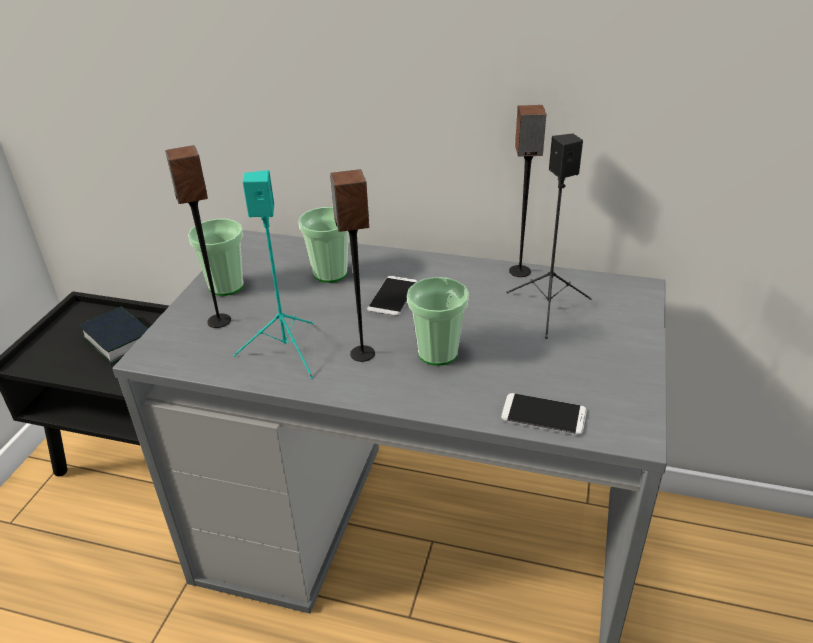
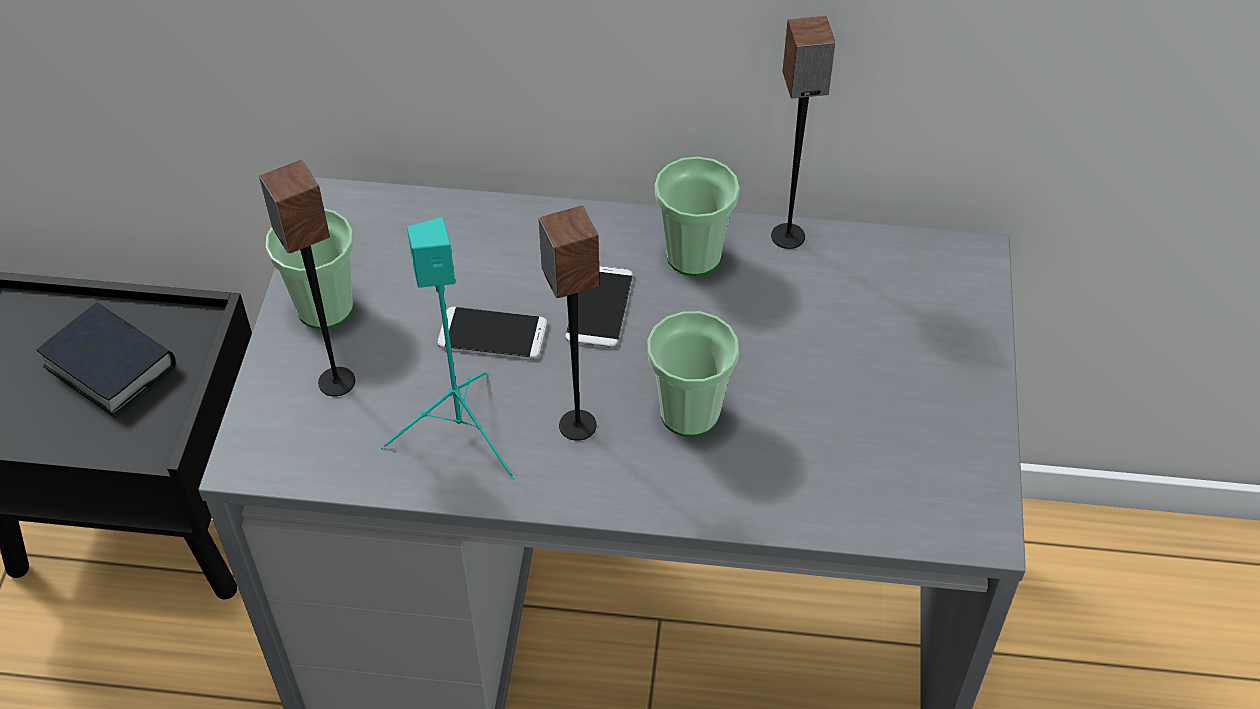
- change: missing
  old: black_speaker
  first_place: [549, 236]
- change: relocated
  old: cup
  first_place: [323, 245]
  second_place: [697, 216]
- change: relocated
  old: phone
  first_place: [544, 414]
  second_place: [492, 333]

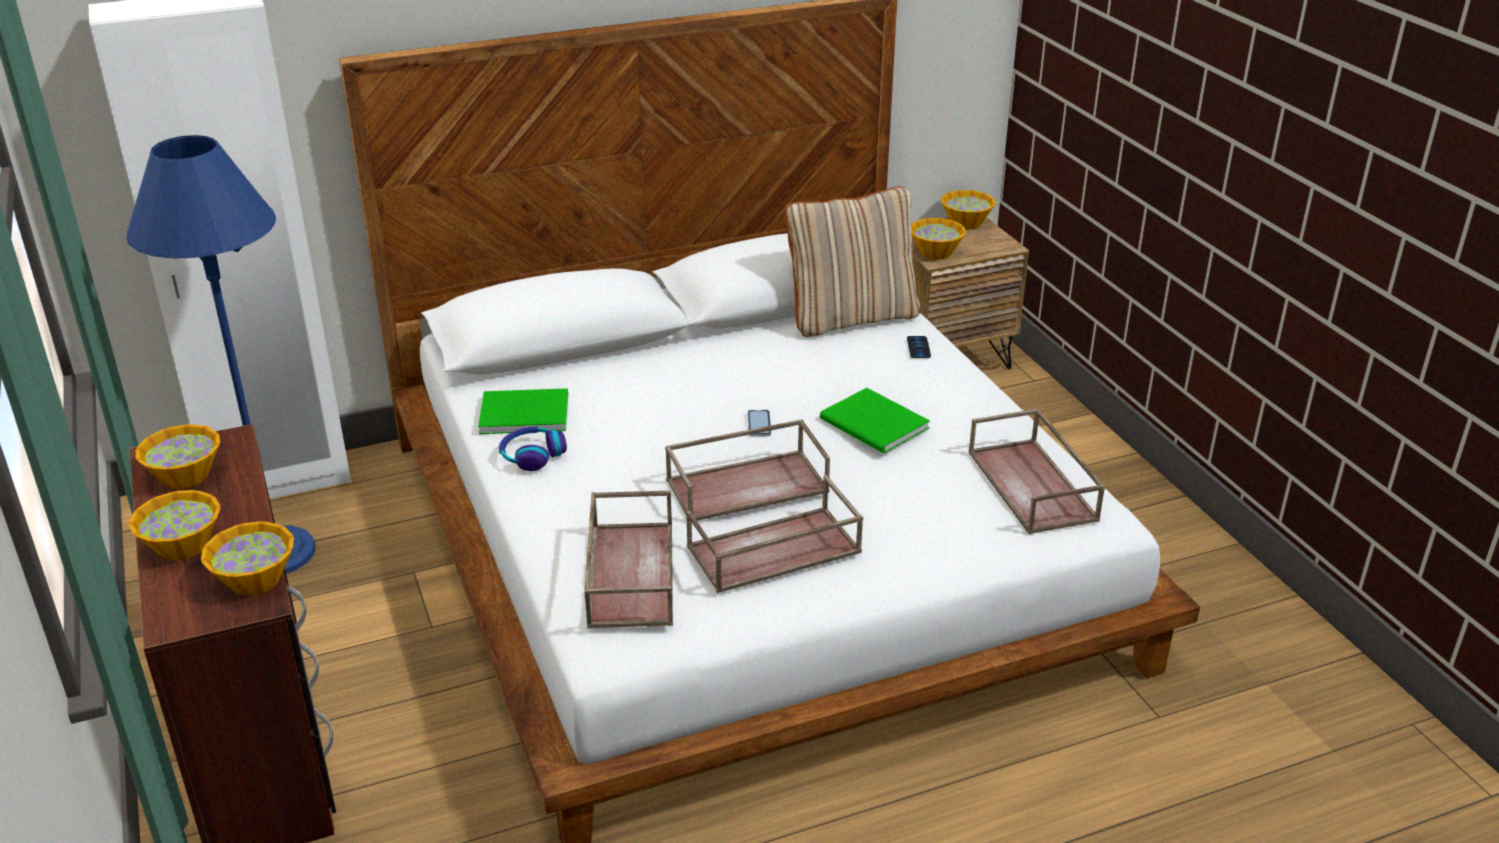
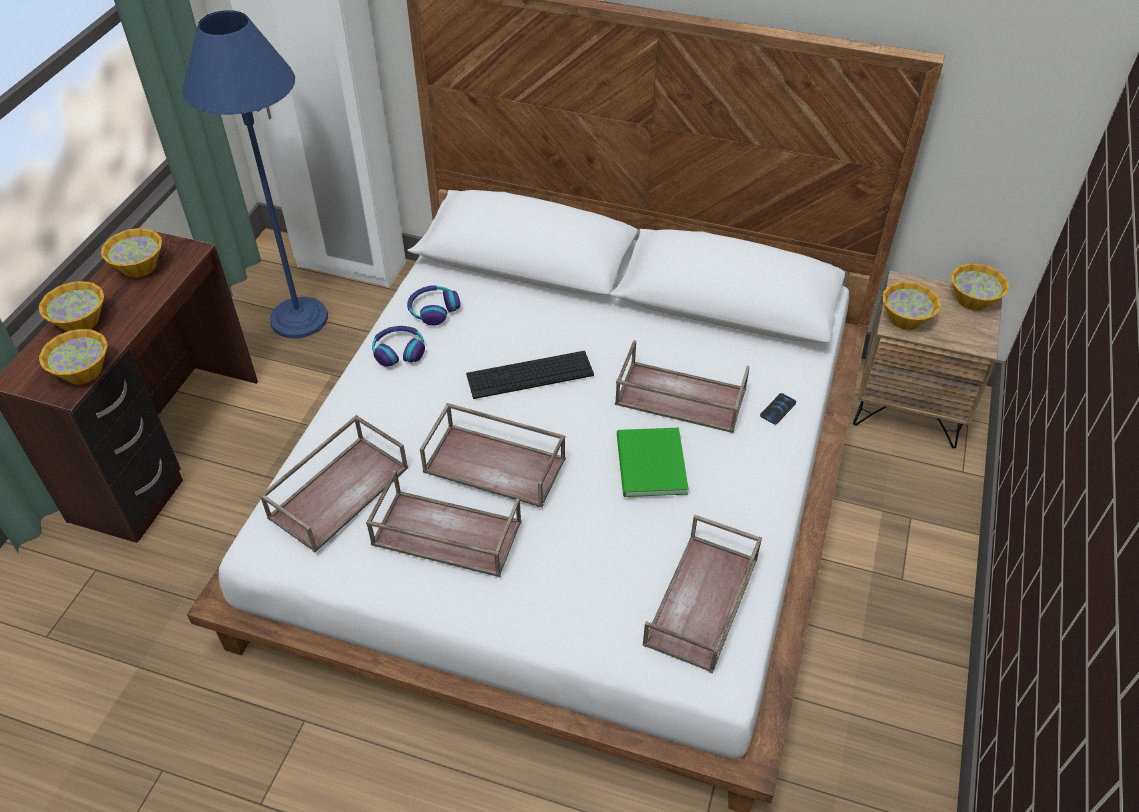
- change: missing
  old: beige_pillow
  first_place: [852, 261]
- change: exchanged
  old: green_book
  new: headphones
  first_place: [523, 411]
  second_place: [433, 305]
- change: missing
  old: phone
  first_place: [759, 423]
- change: appeared
  new: brown_tray
  second_place: [682, 386]
- change: appeared
  new: keyboard
  second_place: [530, 375]

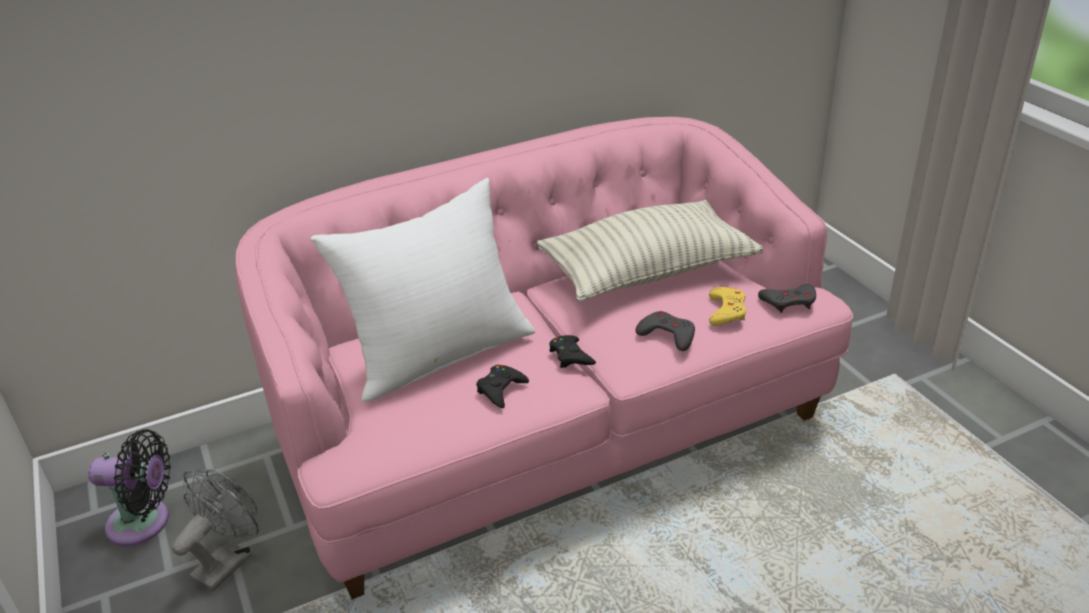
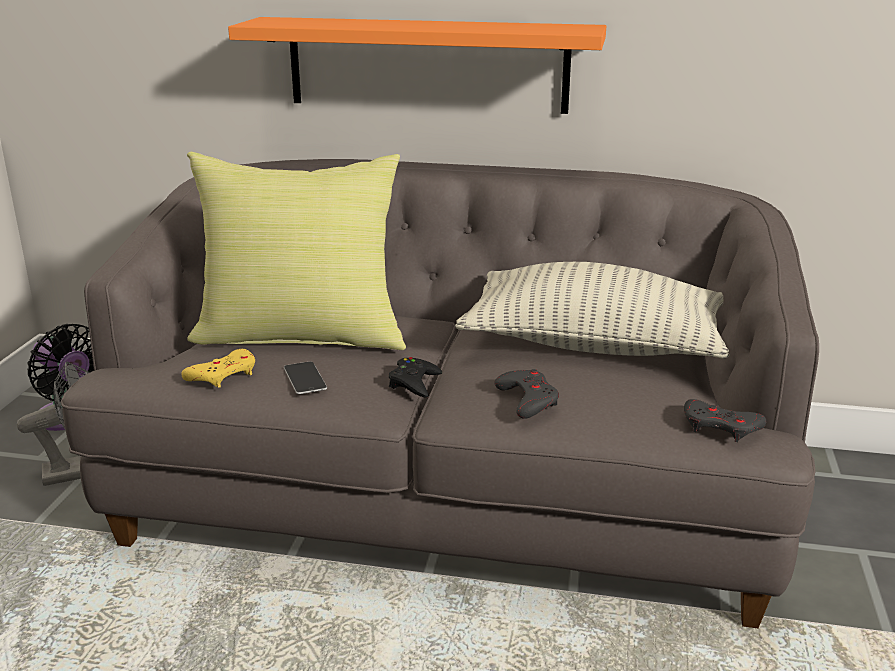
- change: colour
  old: pink_sofa
  new: grey_sofa
  first_place: [544, 358]
  second_place: [439, 393]
- change: colour
  old: white_pillow
  new: yellow_pillow
  first_place: [422, 290]
  second_place: [296, 251]
- change: relocated
  old: yellow_game_controller
  first_place: [727, 306]
  second_place: [218, 368]
- change: exchanged
  old: black_game_controller
  new: phone
  first_place: [502, 386]
  second_place: [305, 377]
- change: appeared
  new: orange_shelf
  second_place: [417, 65]

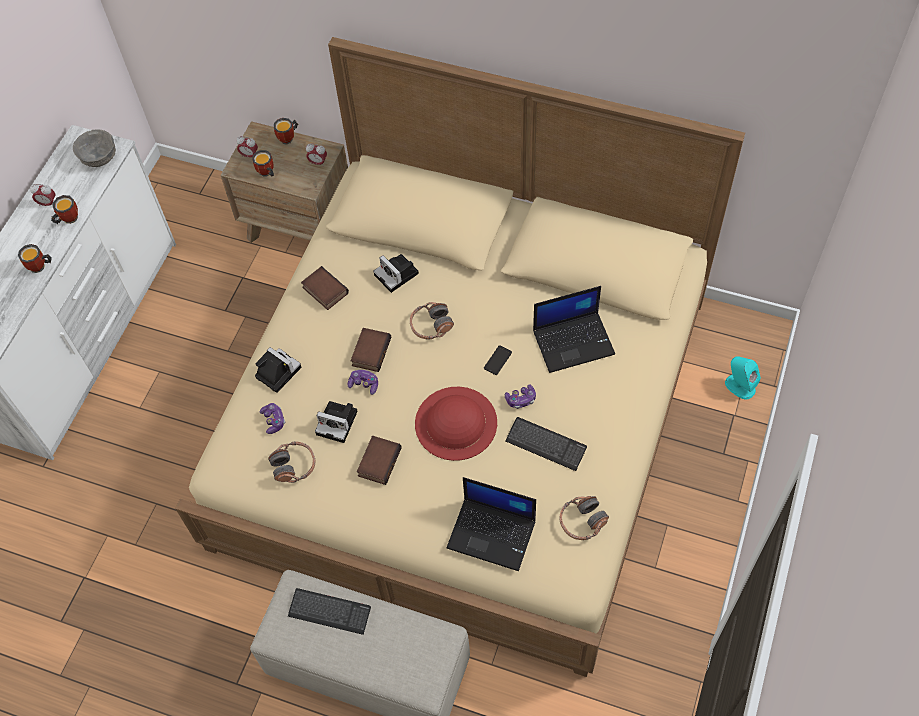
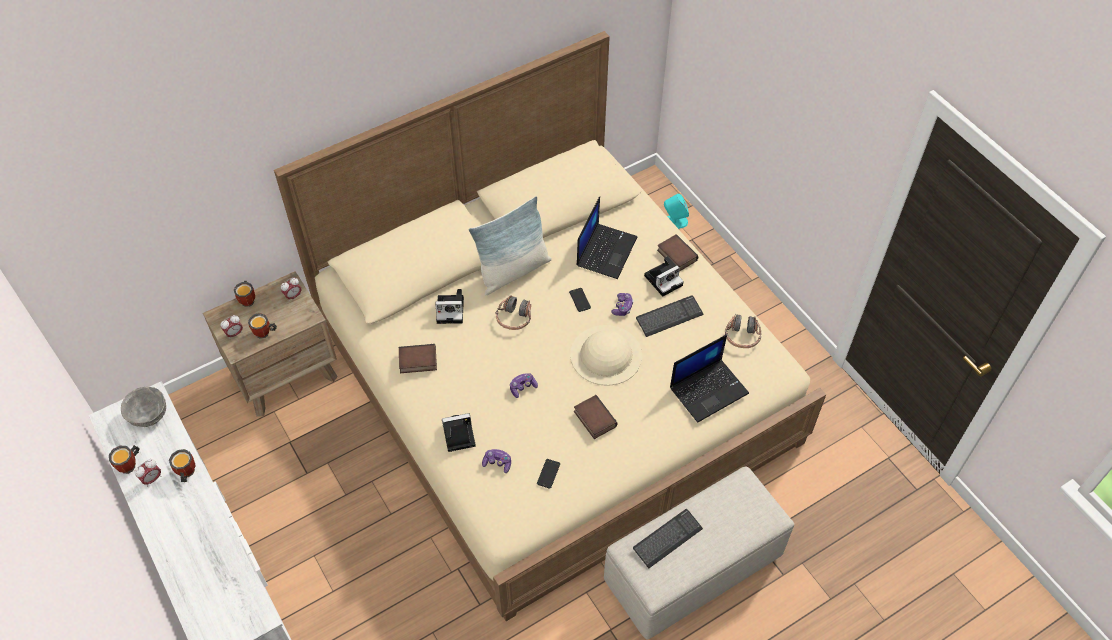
- change: relocated
  old: mug
  first_place: [35, 258]
  second_place: [124, 459]
- change: relocated
  old: book
  first_place: [371, 350]
  second_place: [677, 252]
- change: colour
  old: red_hat
  new: beige_hat
  first_place: [456, 424]
  second_place: [606, 355]
- change: relocated
  old: photo_camera
  first_place: [336, 422]
  second_place: [664, 276]
- change: exchanged
  old: headphones
  new: phone
  first_place: [291, 462]
  second_place: [548, 474]
- change: appeared
  new: pillow
  second_place: [510, 245]

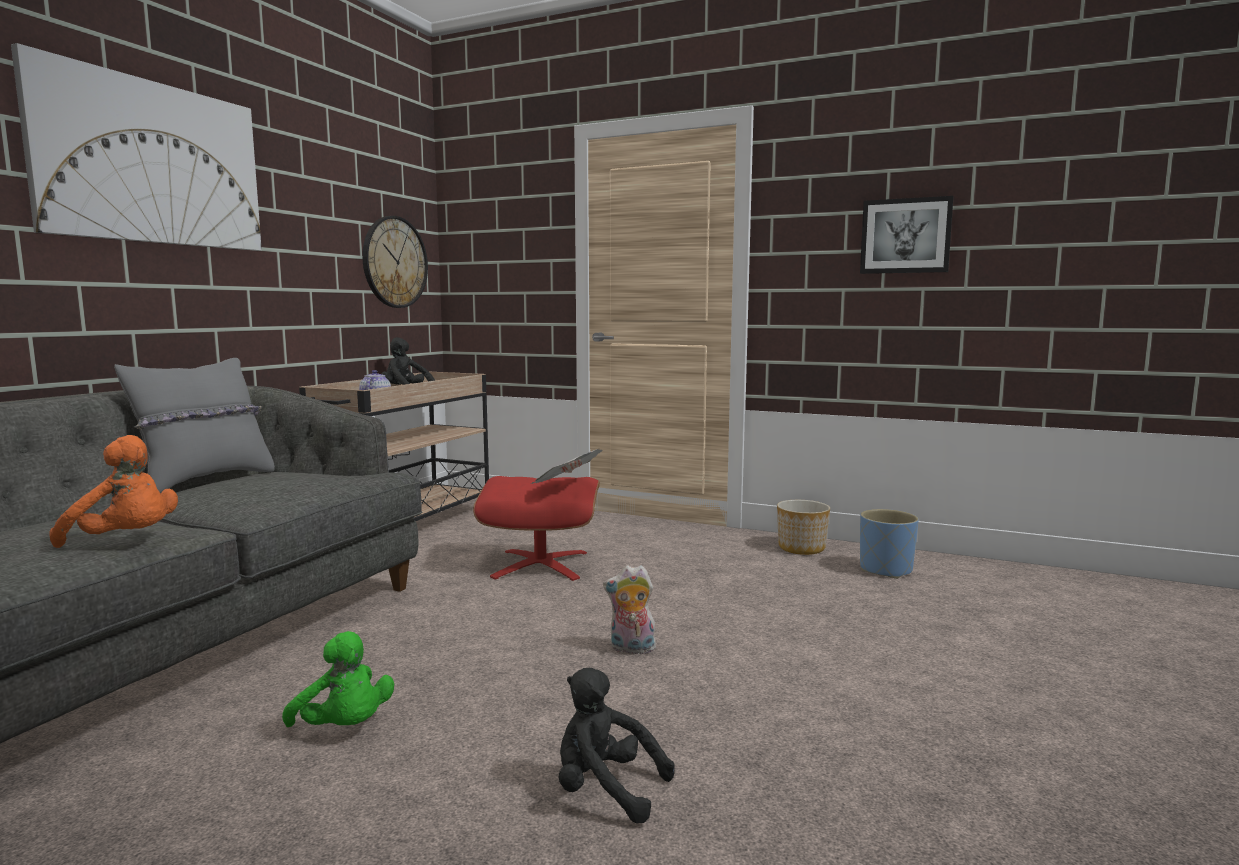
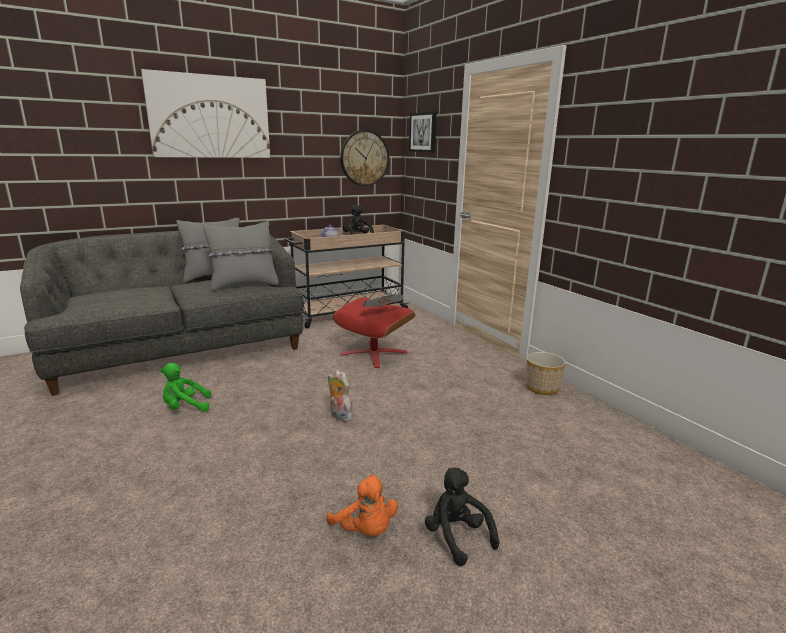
- change: relocated
  old: picture
  first_place: [907, 235]
  second_place: [423, 132]
- change: relocated
  old: orange_plush_toy
  first_place: [113, 491]
  second_place: [362, 505]
- change: missing
  old: blue_planter
  first_place: [889, 544]
- change: spun
  old: green_plush_toy
  first_place: [338, 679]
  second_place: [185, 387]
  degrees: 90
- change: relocated
  old: black_plush_toy
  first_place: [616, 745]
  second_place: [462, 516]
- change: appeared
  new: grey_pillow
  second_place: [241, 256]

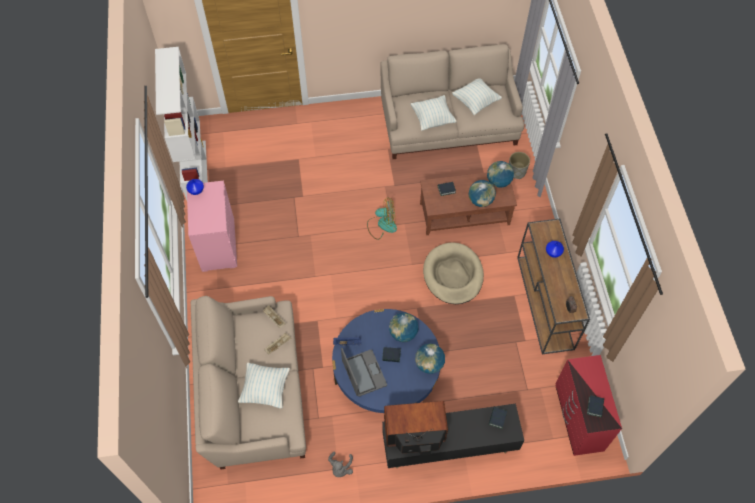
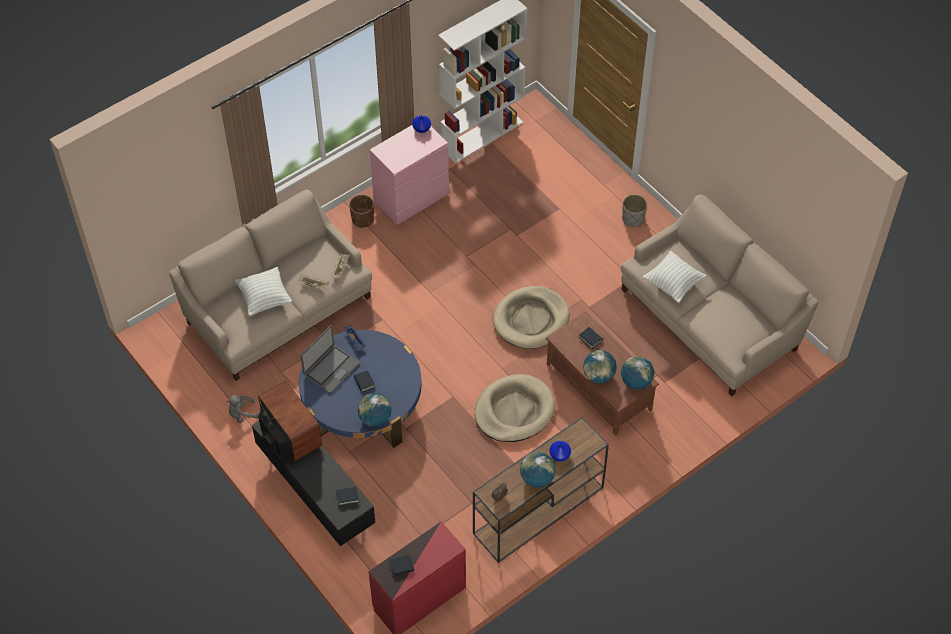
- change: missing
  old: pillow
  first_place: [477, 96]
- change: relocated
  old: grey_planter
  first_place: [519, 165]
  second_place: [634, 210]
- change: exchanged
  old: fan
  new: beige_dog_bed
  first_place: [382, 218]
  second_place: [531, 317]
- change: relocated
  old: globe
  first_place: [403, 327]
  second_place: [538, 470]
- change: appeared
  new: brown_planter
  second_place: [361, 211]

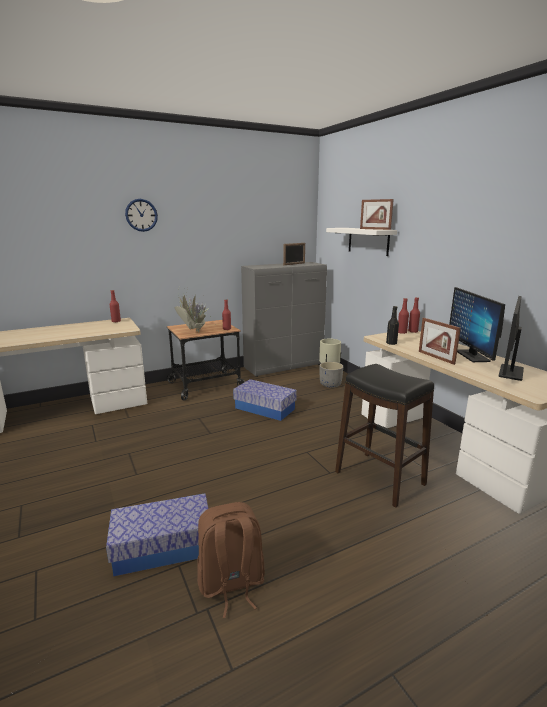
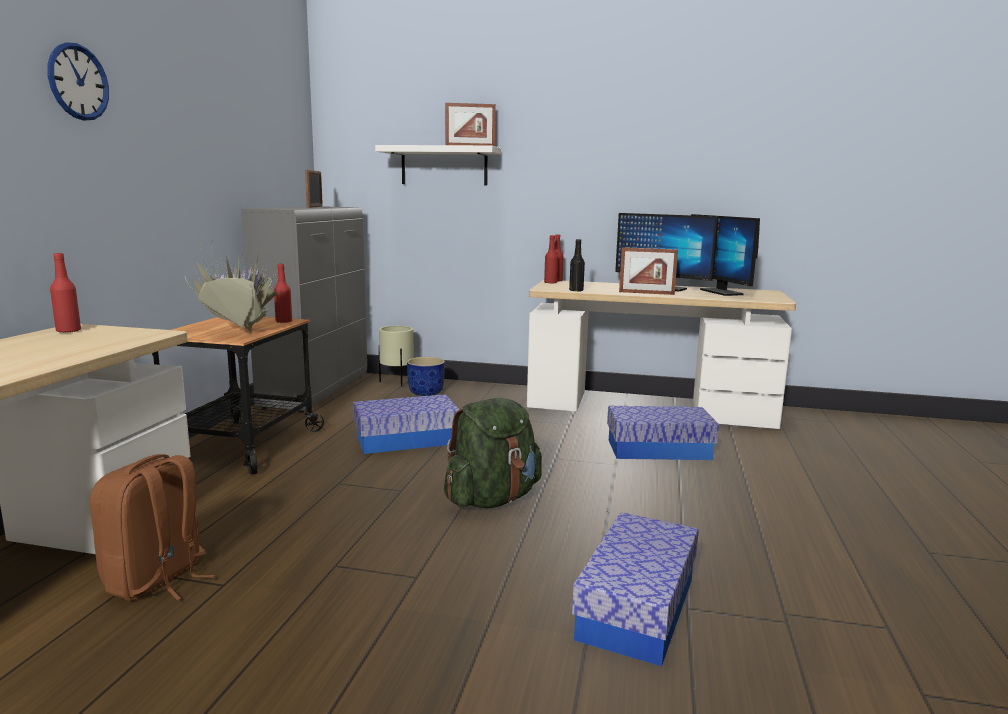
- change: colour
  old: grey_planter
  new: blue_planter
  first_place: [331, 375]
  second_place: [426, 376]
- change: exchanged
  old: black_stool
  new: storage_box
  first_place: [384, 436]
  second_place: [663, 433]
- change: relocated
  old: brown_backpack
  first_place: [231, 560]
  second_place: [152, 527]
- change: appeared
  new: green_backpack
  second_place: [493, 453]

